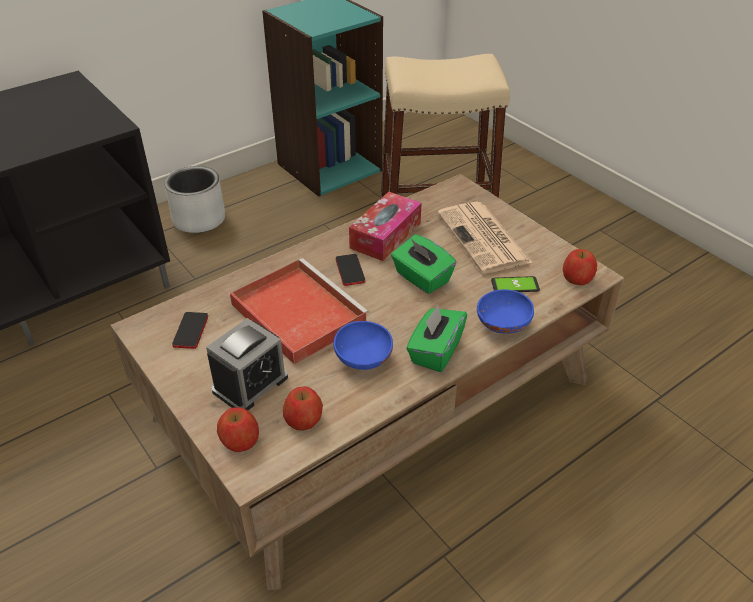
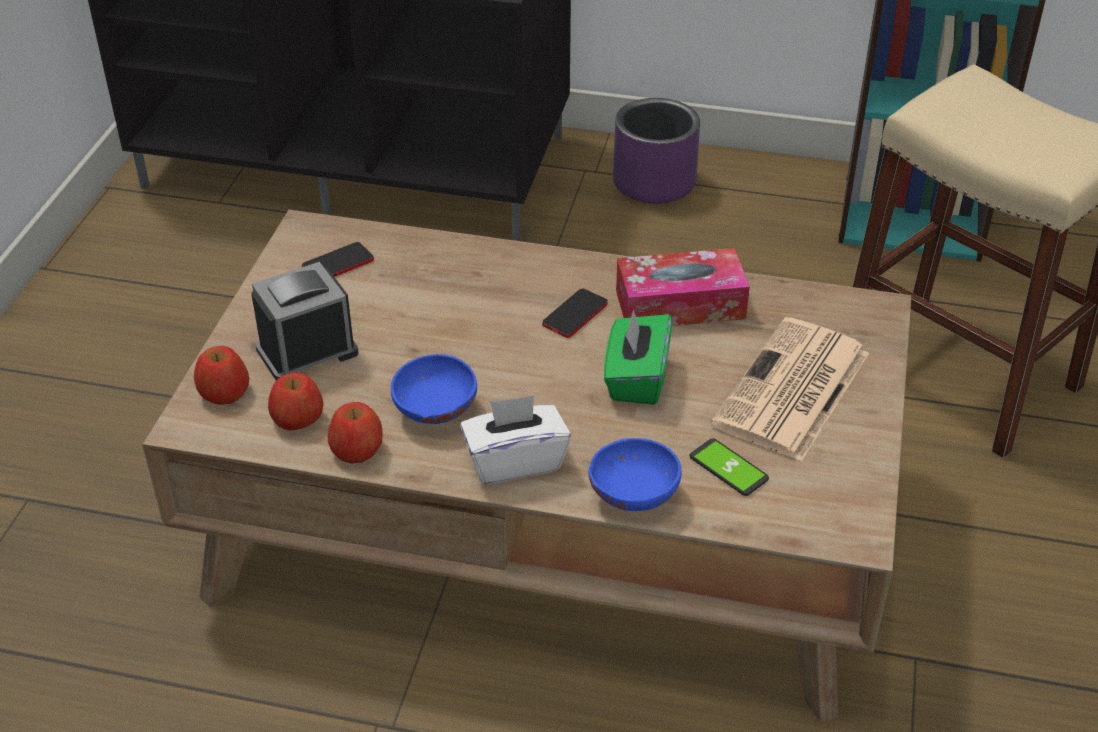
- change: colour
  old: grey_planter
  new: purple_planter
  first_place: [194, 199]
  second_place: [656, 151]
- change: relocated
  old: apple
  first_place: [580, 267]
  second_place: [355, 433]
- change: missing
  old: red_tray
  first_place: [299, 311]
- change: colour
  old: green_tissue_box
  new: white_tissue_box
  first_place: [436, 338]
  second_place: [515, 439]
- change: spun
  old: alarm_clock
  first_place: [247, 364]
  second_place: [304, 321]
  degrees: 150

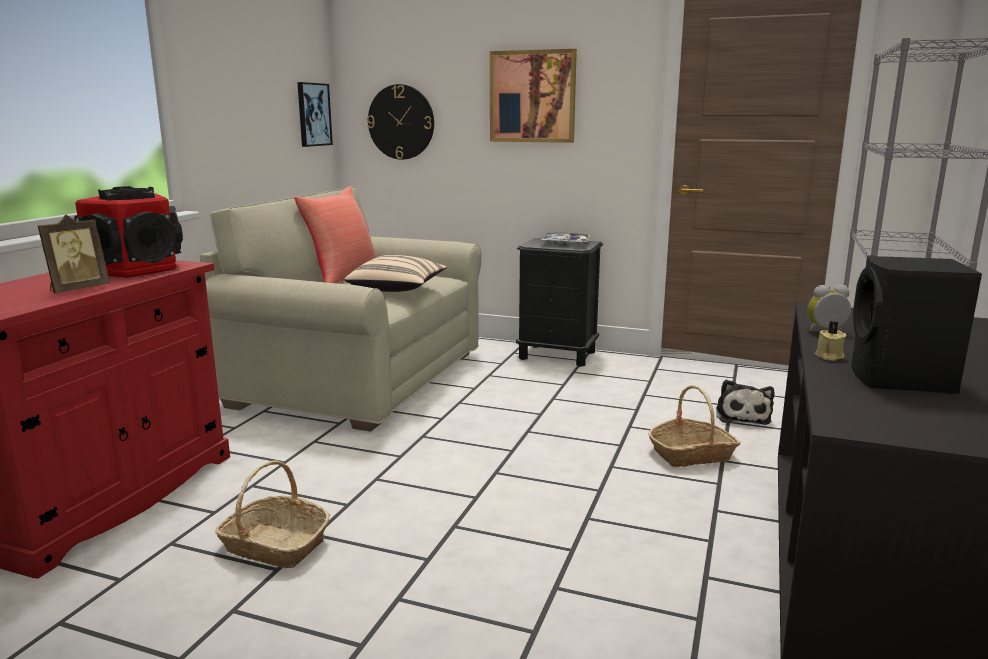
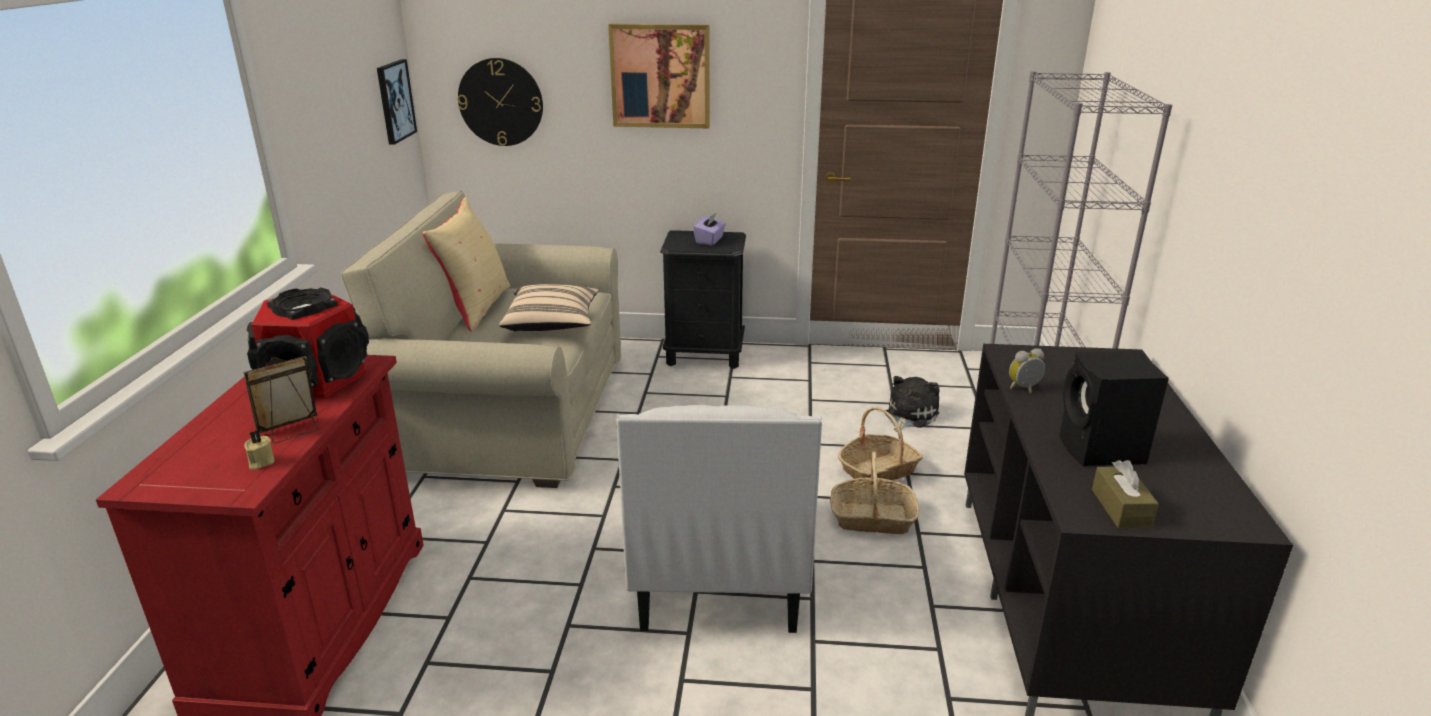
- change: colour
  old: red_pillow
  new: beige_pillow
  first_place: [335, 235]
  second_place: [466, 264]
- change: spun
  old: picture_frame
  first_place: [74, 254]
  second_place: [280, 399]
  degrees: -150
- change: exchanged
  old: tray
  new: purple_tissue_box
  first_place: [565, 239]
  second_place: [709, 228]
- change: relocated
  old: beige_candle
  first_place: [830, 341]
  second_place: [259, 450]
- change: spun
  old: plush_toy
  first_place: [745, 402]
  second_place: [912, 404]
  degrees: -135
- change: relocated
  old: basket
  first_place: [272, 514]
  second_place: [874, 493]
- change: appeared
  new: white_armchair
  second_place: [719, 519]
- change: appeared
  new: brown_tissue_box
  second_place: [1125, 494]

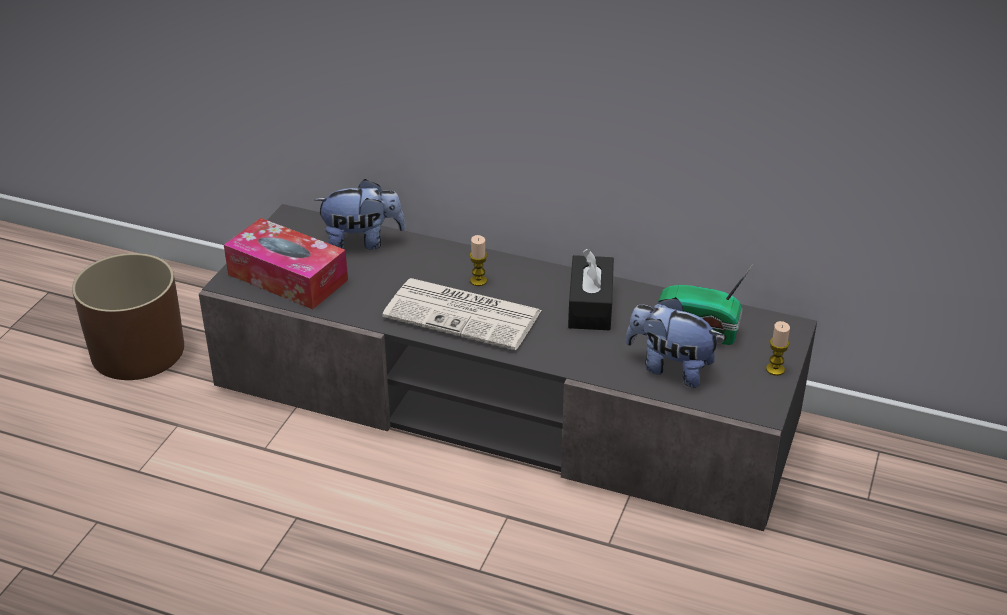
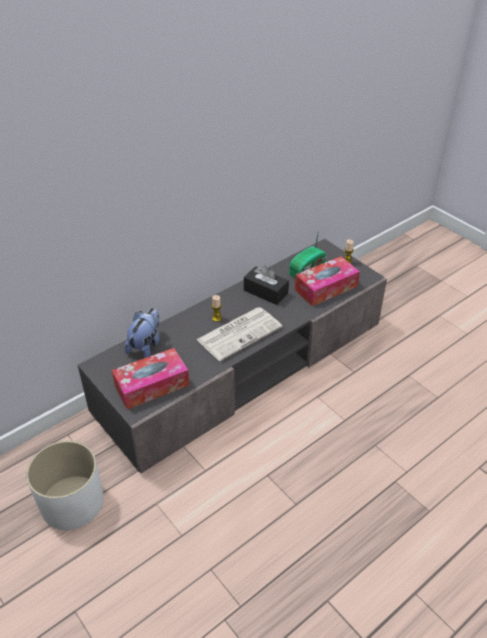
- change: colour
  old: brown_planter
  new: white_planter
  first_place: [128, 316]
  second_place: [64, 485]
- change: exchanged
  old: plush_toy
  new: tissue_box
  first_place: [674, 342]
  second_place: [327, 281]

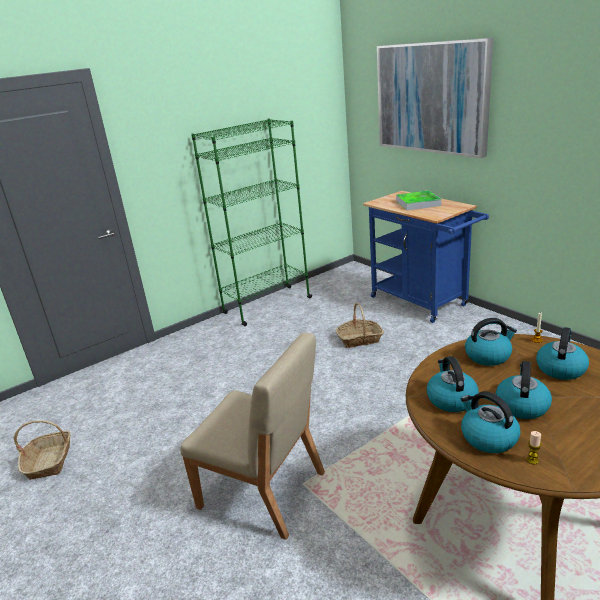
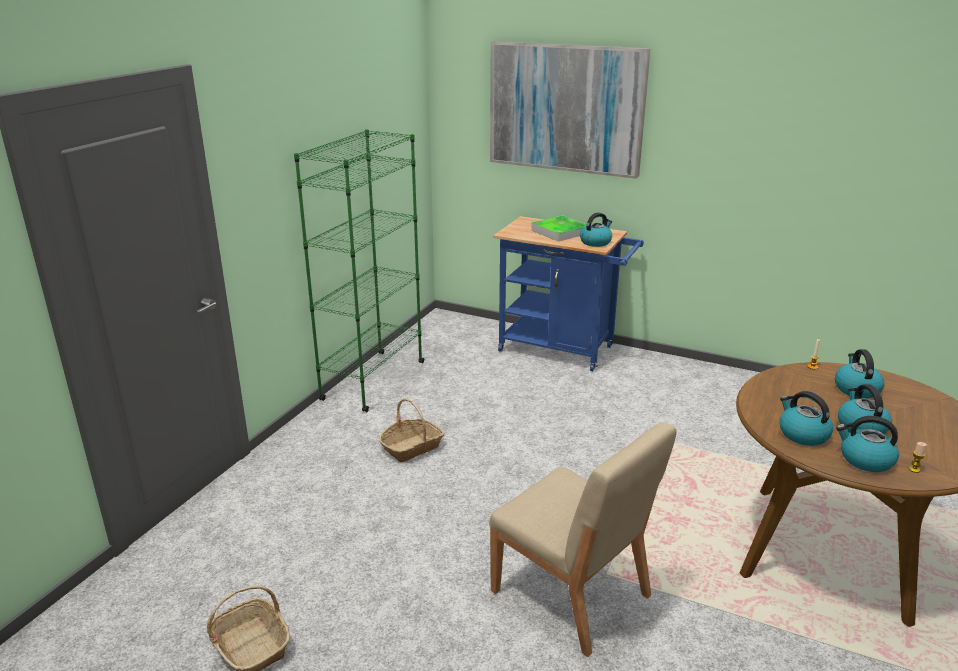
- change: relocated
  old: basket
  first_place: [360, 325]
  second_place: [412, 430]
- change: relocated
  old: kettle
  first_place: [491, 342]
  second_place: [596, 229]
- change: spun
  old: beige_chair
  first_place: [252, 436]
  second_place: [583, 539]
  degrees: 45

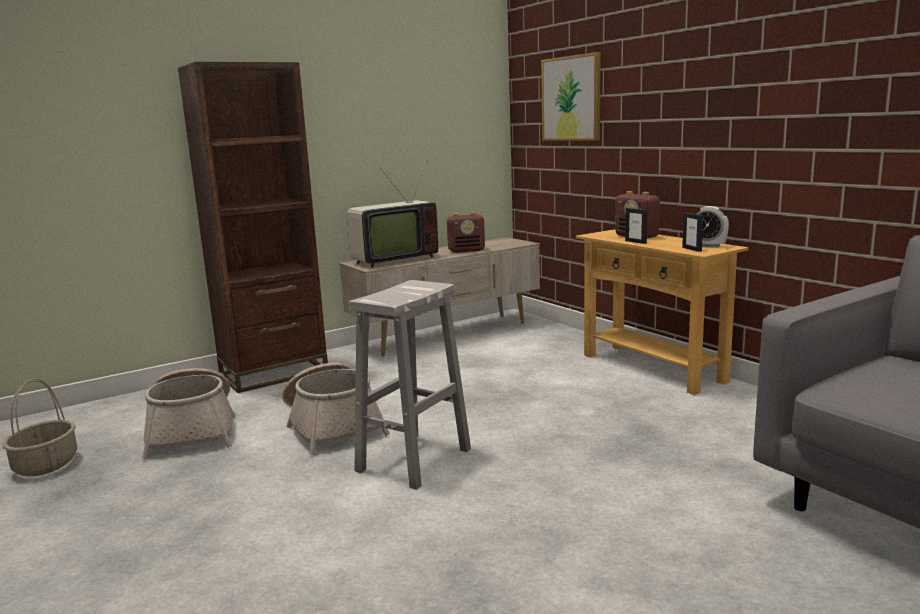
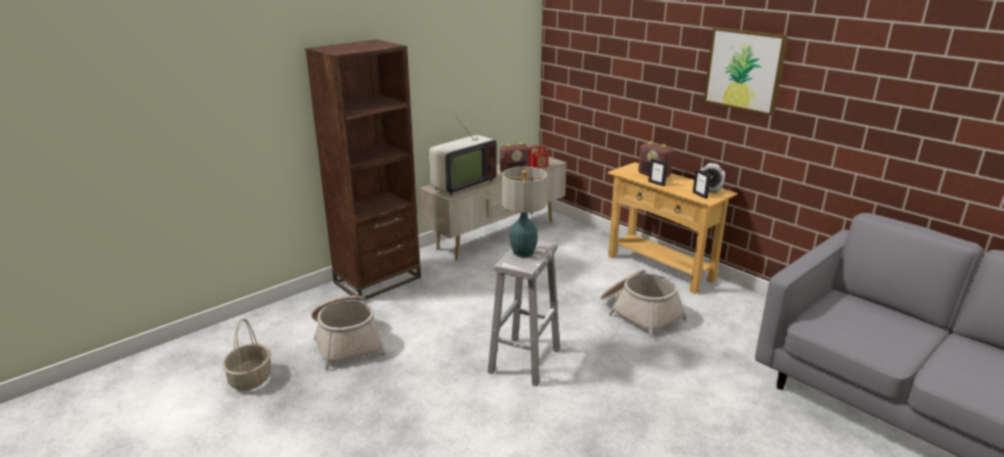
- change: relocated
  old: picture
  first_place: [571, 96]
  second_place: [746, 71]
- change: relocated
  old: basket
  first_place: [336, 409]
  second_place: [643, 303]
- change: appeared
  new: radio
  second_place: [539, 156]
- change: appeared
  new: table_lamp
  second_place: [524, 212]

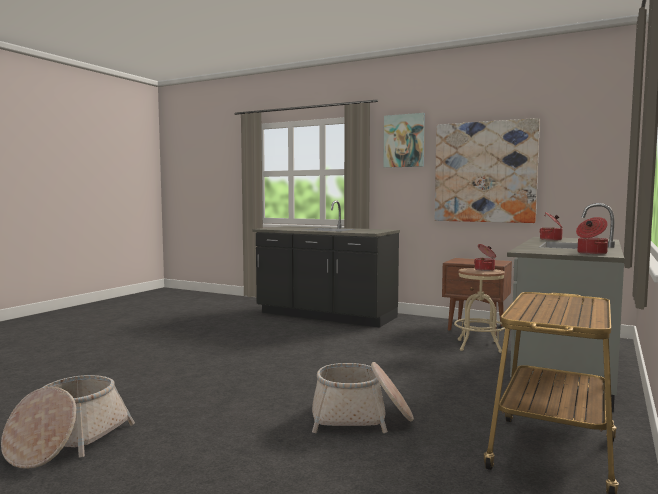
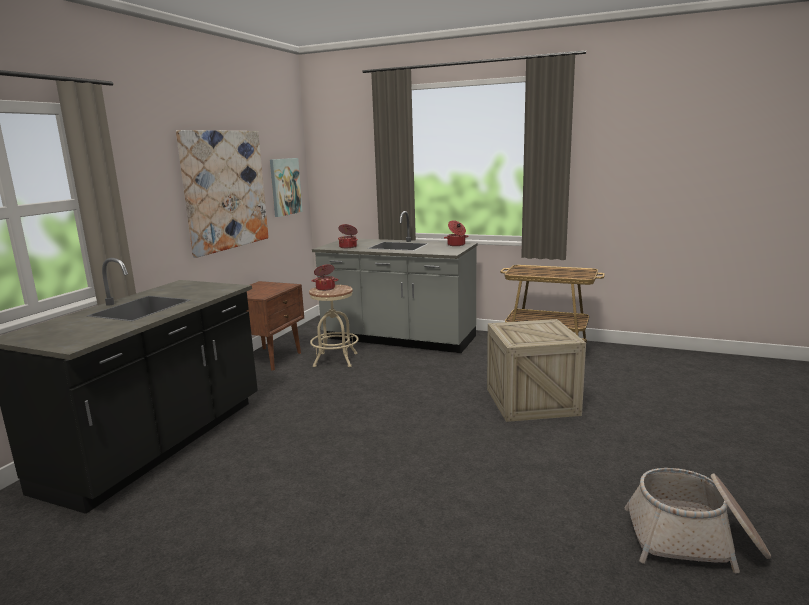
- change: relocated
  old: picture
  first_place: [404, 140]
  second_place: [286, 187]
- change: exchanged
  old: basket
  new: crate
  first_place: [363, 397]
  second_place: [536, 370]

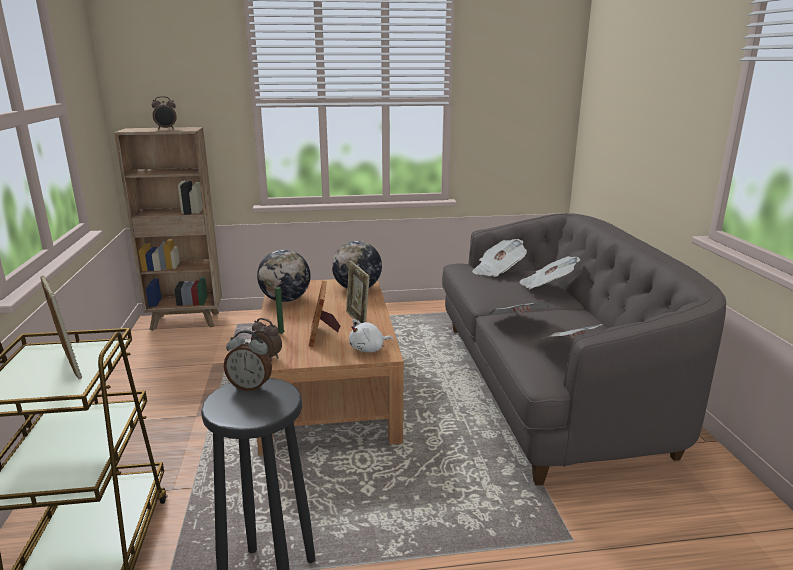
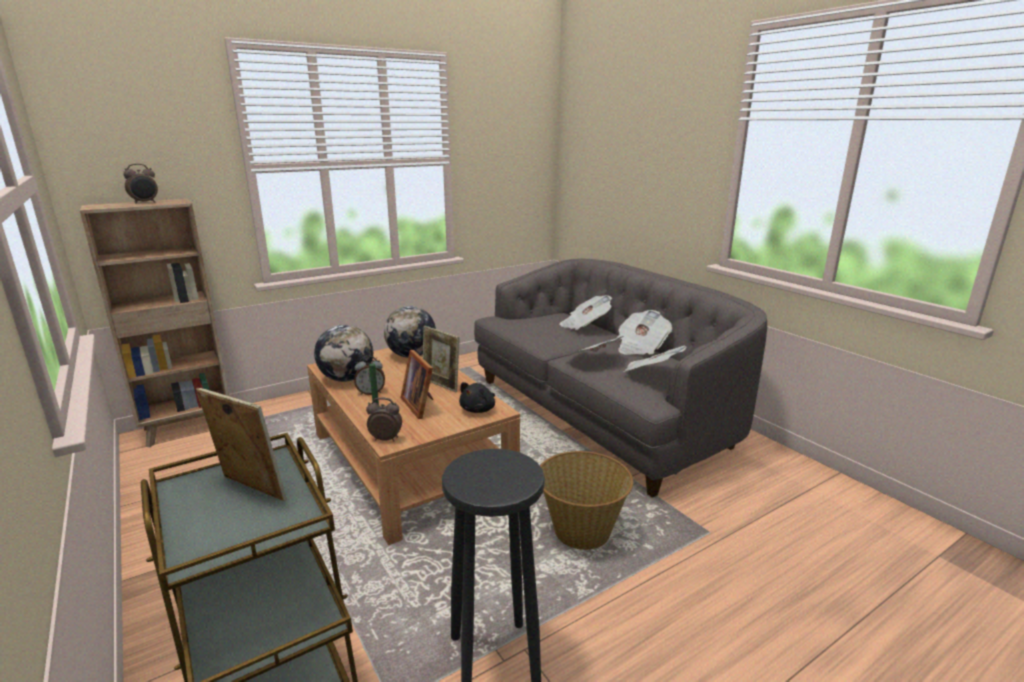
- change: relocated
  old: newspaper
  first_place: [499, 258]
  second_place: [644, 332]
- change: colour
  old: white_plush_toy
  new: black_plush_toy
  first_place: [371, 335]
  second_place: [477, 397]
- change: relocated
  old: alarm_clock
  first_place: [248, 360]
  second_place: [369, 375]
- change: appeared
  new: basket
  second_place: [586, 500]

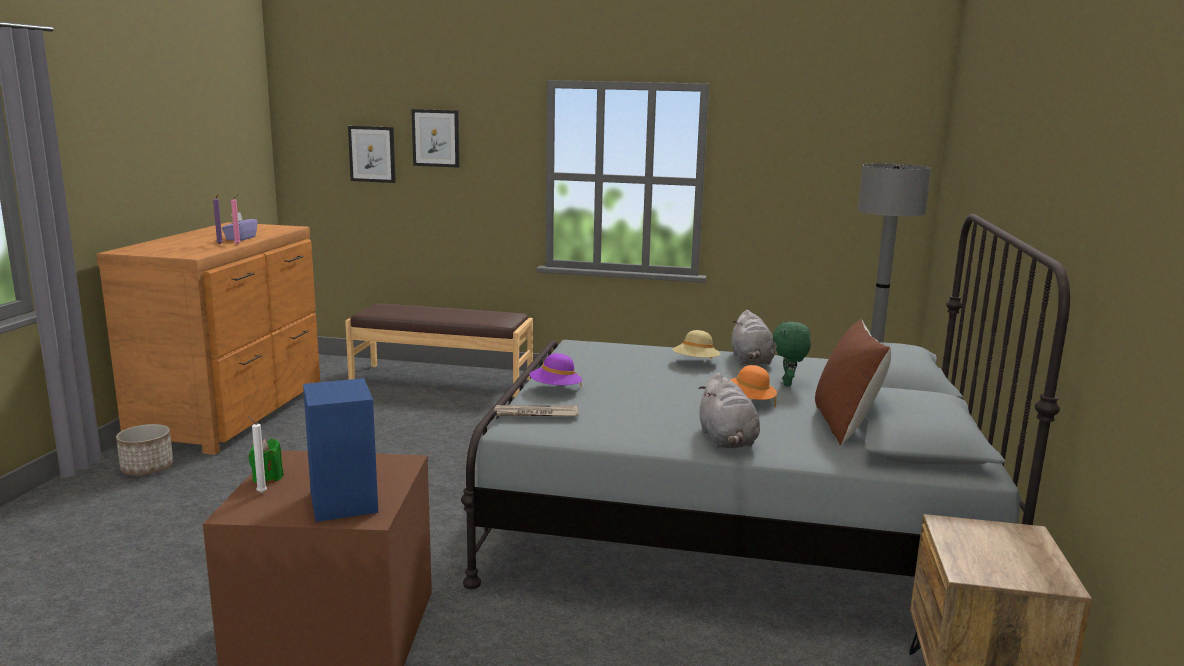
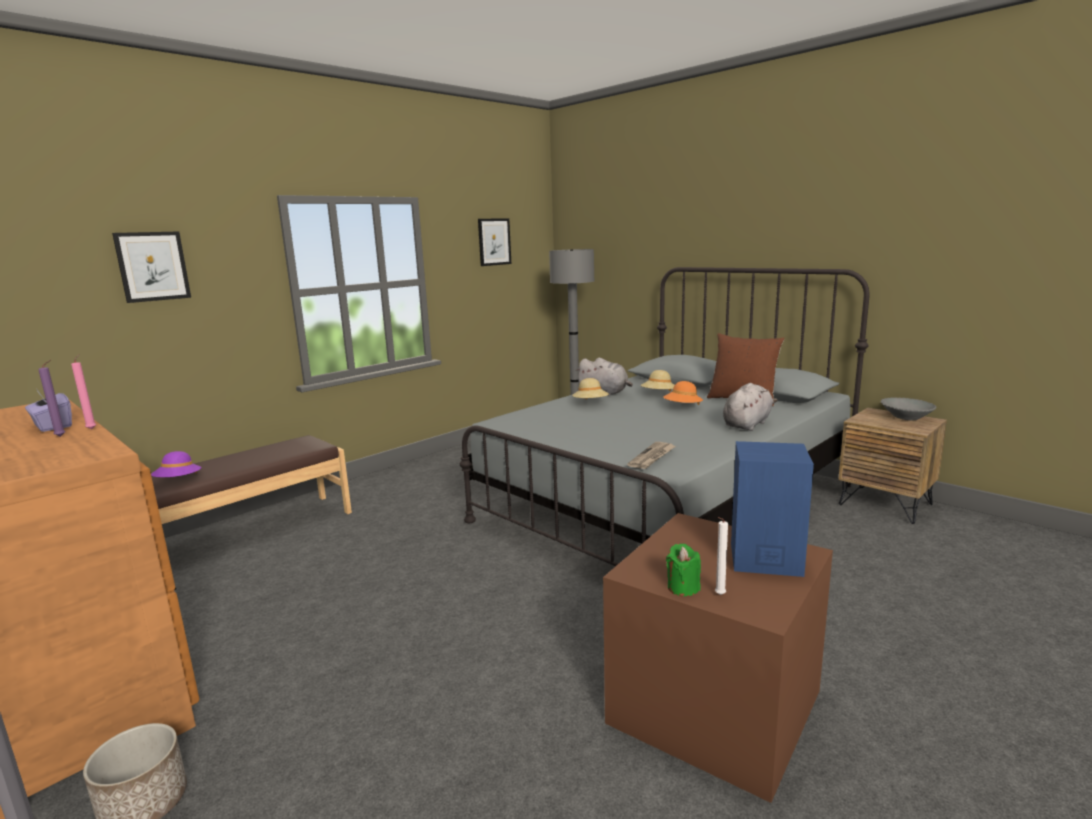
- change: relocated
  old: picture
  first_place: [372, 154]
  second_place: [494, 242]
- change: exchanged
  old: green_plush_toy
  new: beige_hat
  first_place: [792, 353]
  second_place: [658, 381]
- change: relocated
  old: purple_hat
  first_place: [555, 370]
  second_place: [176, 464]
- change: spun
  old: grey_plush_toy
  first_place: [729, 410]
  second_place: [750, 407]
  degrees: -75
- change: appeared
  new: grey_bowl
  second_place: [909, 409]

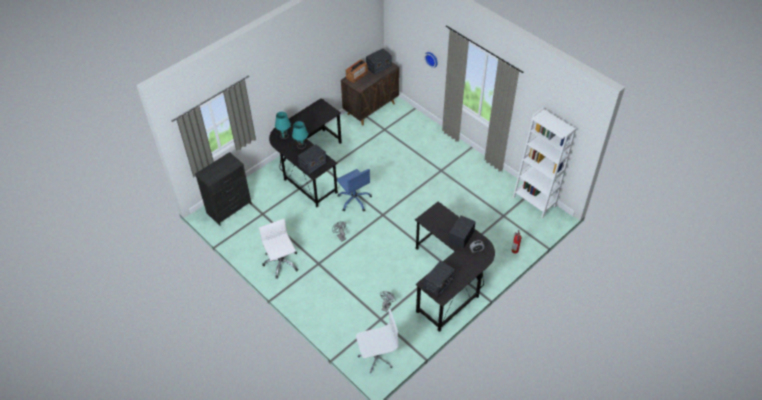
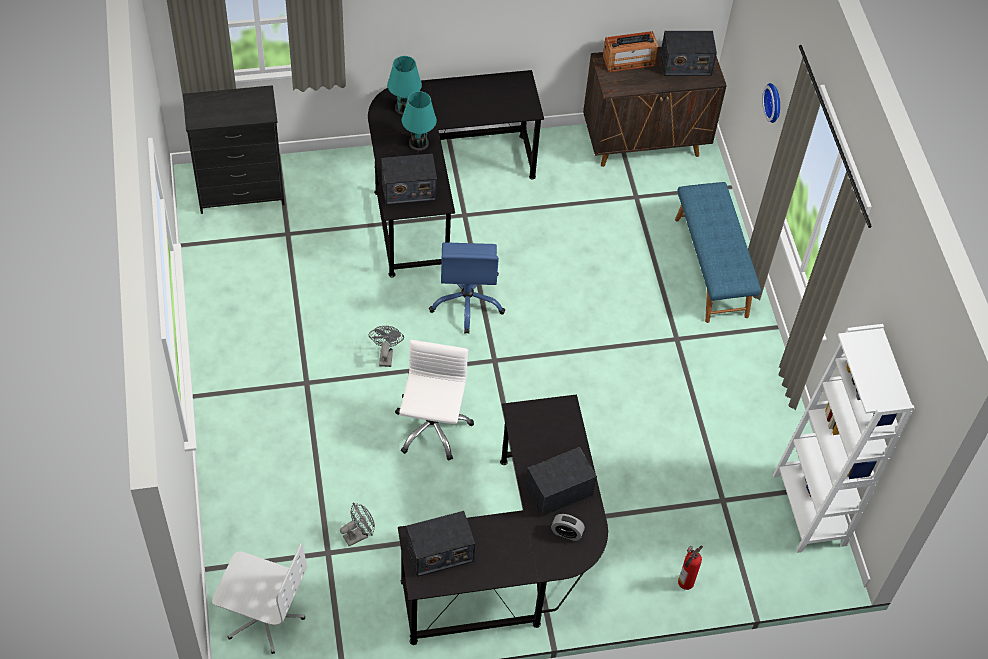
- change: relocated
  old: white_office_chair
  first_place: [279, 249]
  second_place: [434, 400]
- change: appeared
  new: blue_bench
  second_place: [718, 252]

